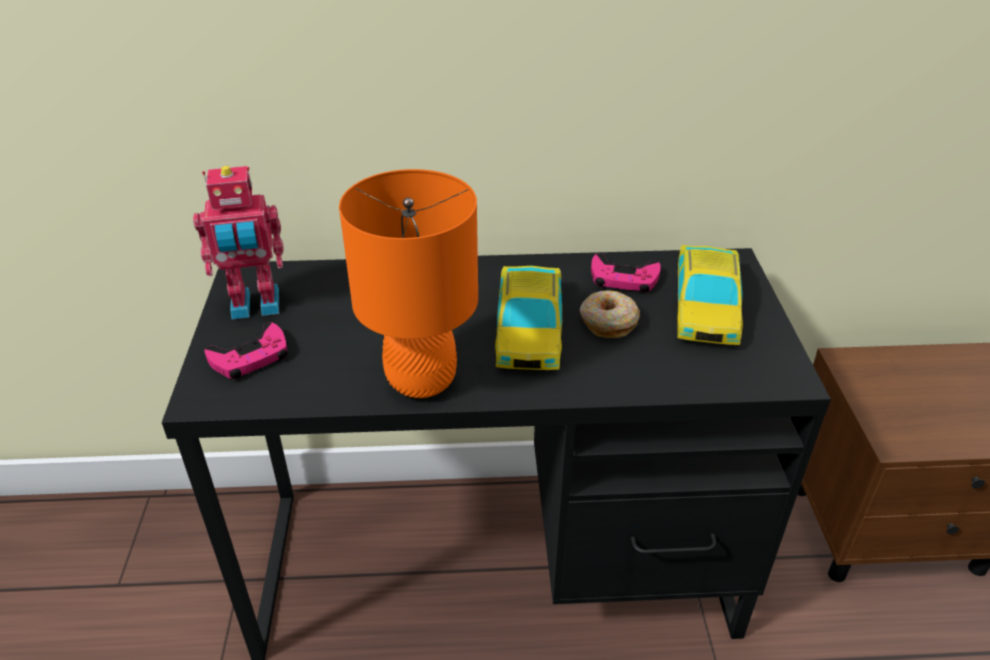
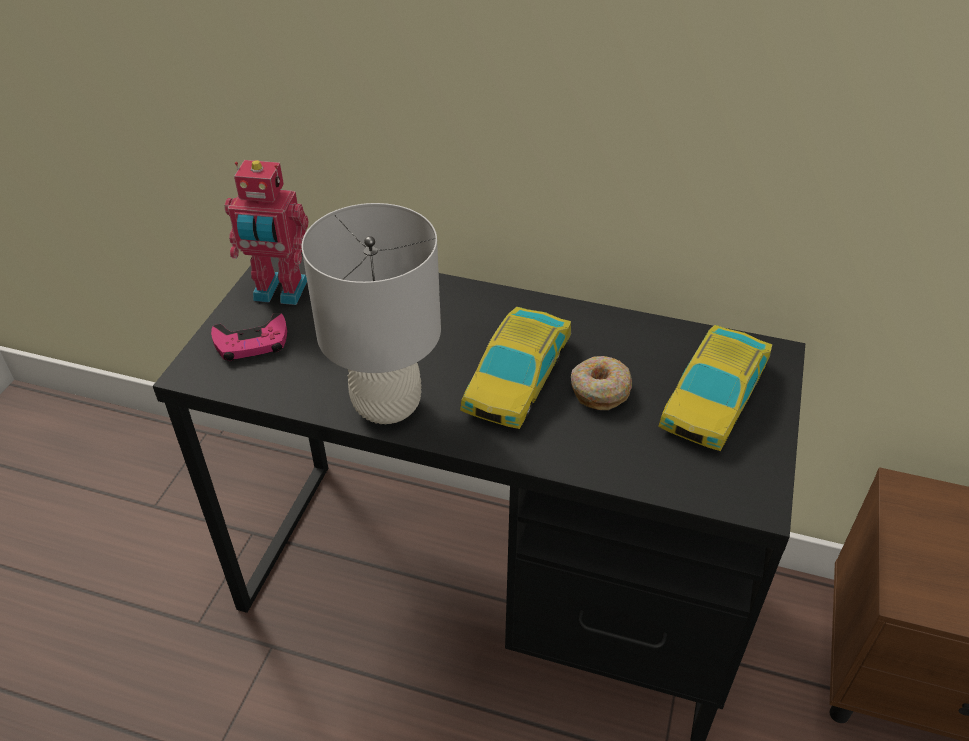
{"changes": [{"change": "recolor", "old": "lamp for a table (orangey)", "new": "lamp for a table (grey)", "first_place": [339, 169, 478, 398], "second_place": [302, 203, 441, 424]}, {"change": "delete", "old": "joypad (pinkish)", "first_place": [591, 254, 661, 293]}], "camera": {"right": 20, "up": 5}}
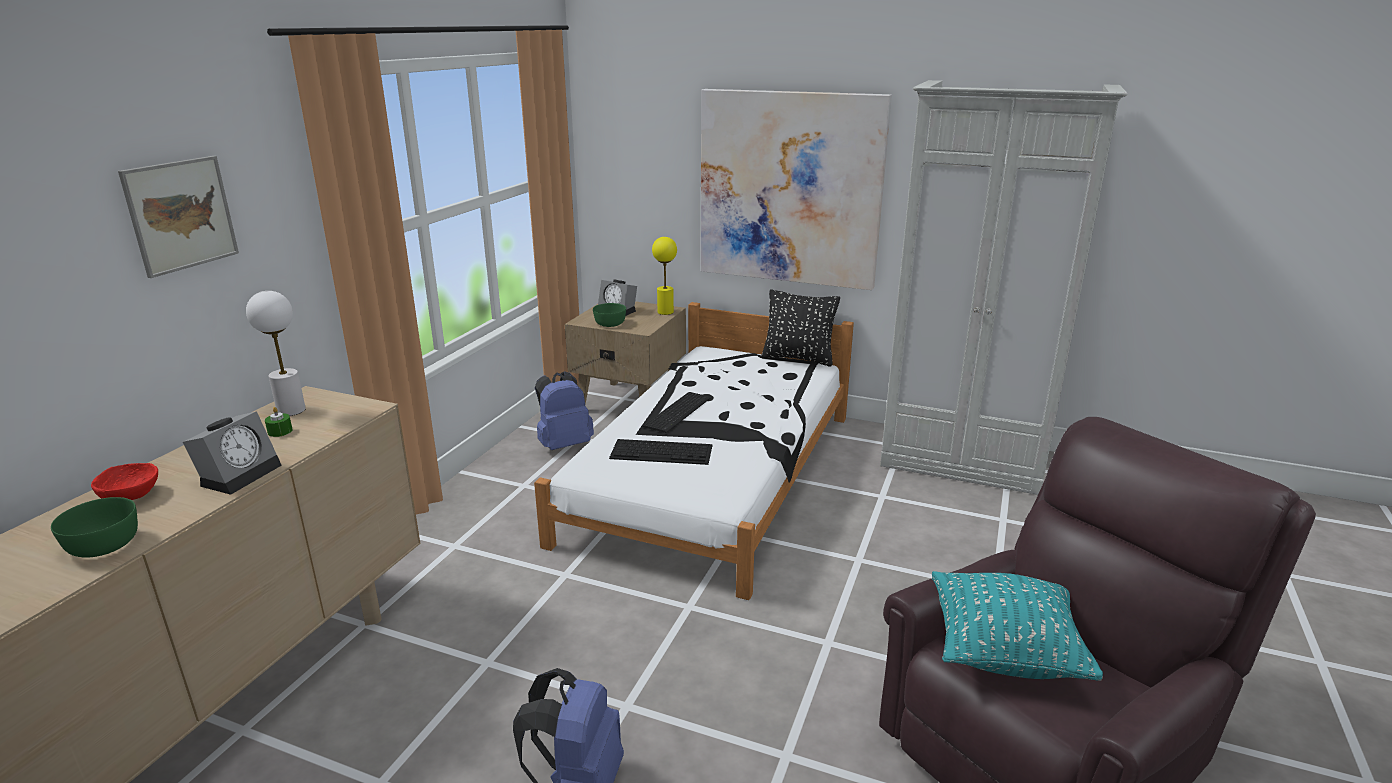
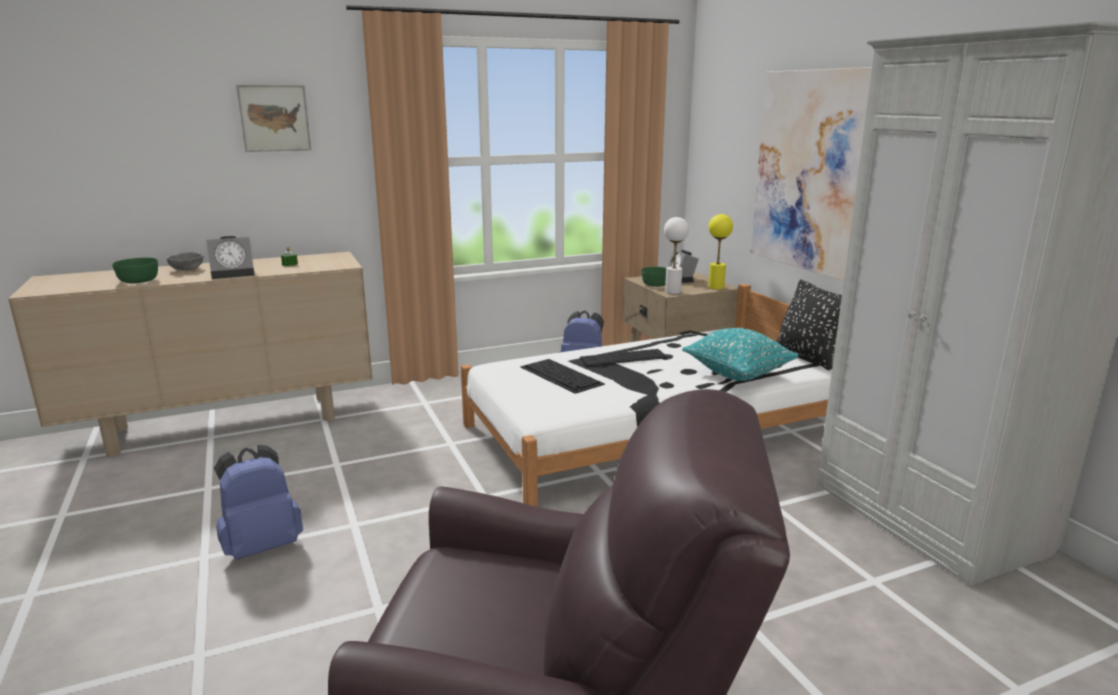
{"changes": [{"change": "recolor", "old": "bowl (red-coloured)", "new": "bowl (grey)", "first_place": [91, 463, 158, 500], "second_place": [167, 252, 204, 271]}, {"change": "move", "old": "lamp for a table (white-coloured)", "first_place": [246, 291, 306, 416], "second_place": [664, 217, 689, 294]}, {"change": "move", "old": "throw pillow (blue-green)", "first_place": [932, 571, 1103, 681], "second_place": [682, 328, 799, 381]}], "camera": {"right": 45, "up": -5}}
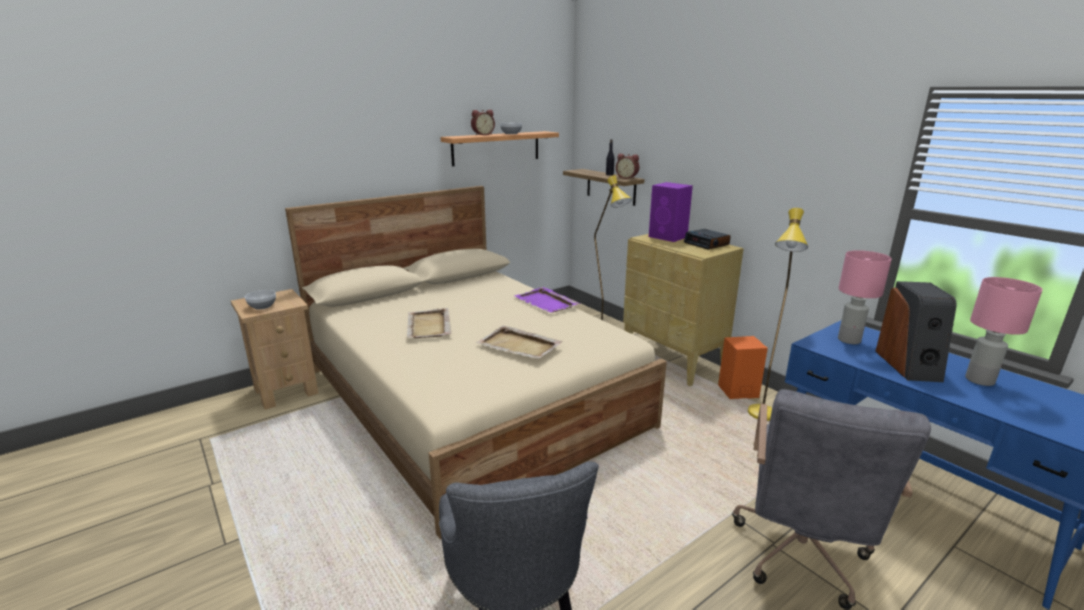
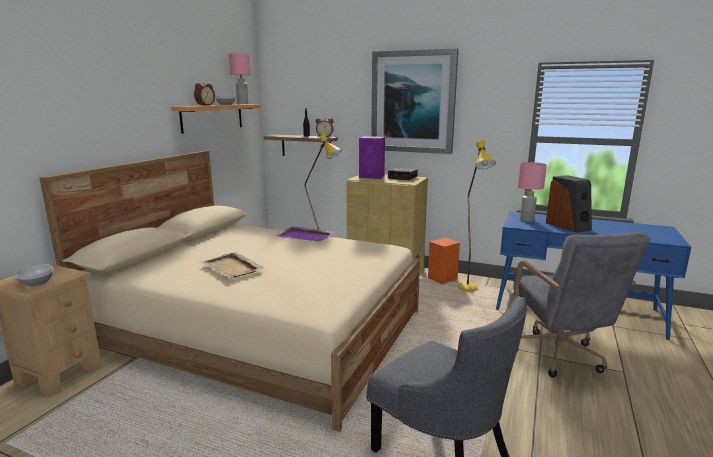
{"changes": [{"change": "delete", "old": "serving tray (beige-coloured)", "first_place": [476, 326, 563, 359]}, {"change": "move", "old": "lamp for a table (pinkish)", "first_place": [965, 277, 1043, 386], "second_place": [229, 53, 251, 104]}, {"change": "insert", "new": "wall picture", "second_place": [371, 48, 459, 154]}], "camera": {"right": -30, "up": -5}}
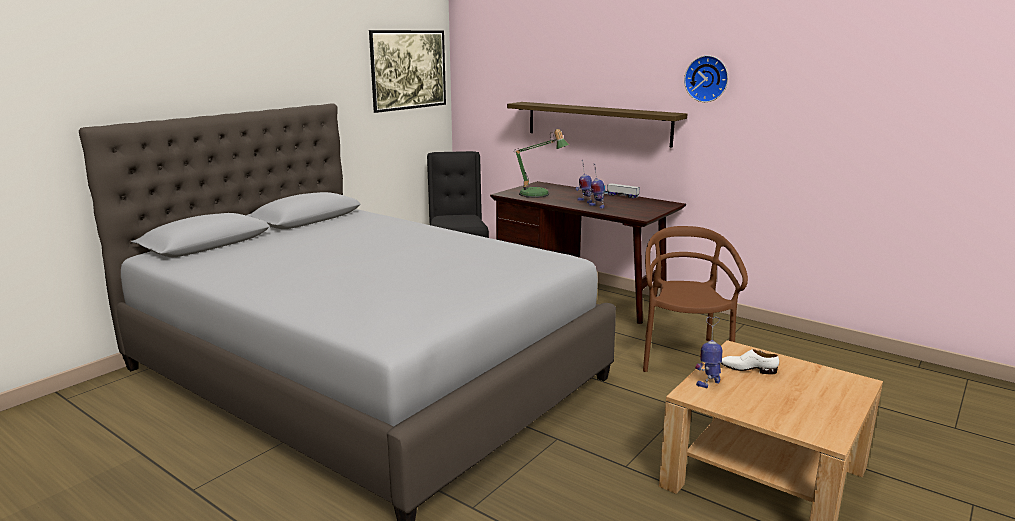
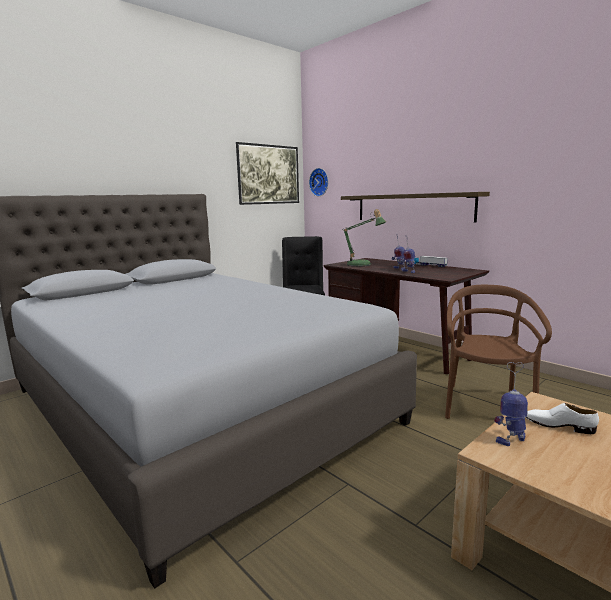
{"changes": [{"change": "move", "old": "hanging clock", "first_place": [684, 55, 728, 102], "second_place": [309, 168, 328, 196]}], "camera": {"right": 10, "up": -5}}
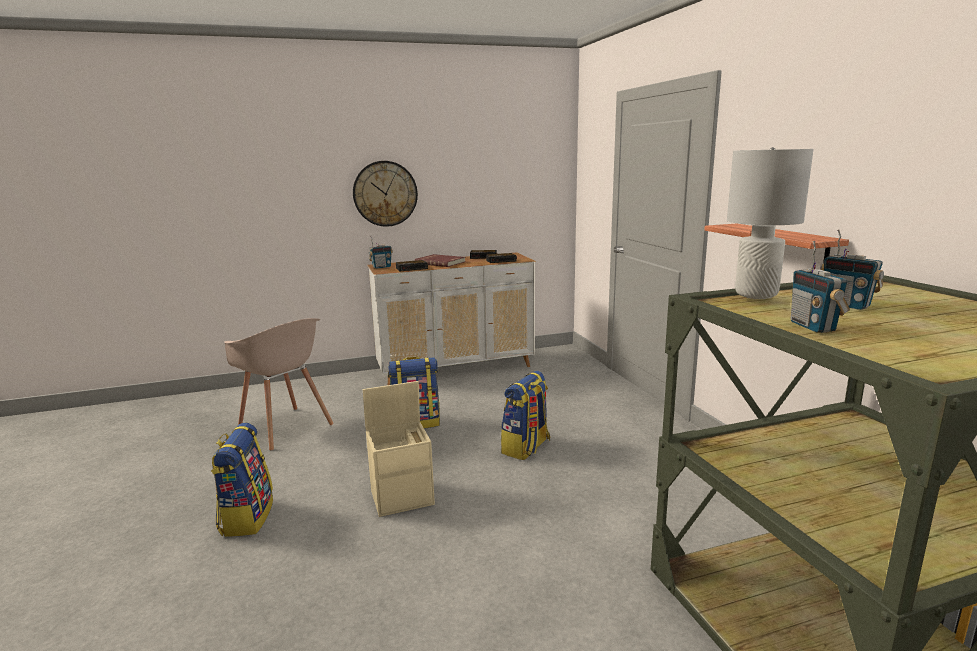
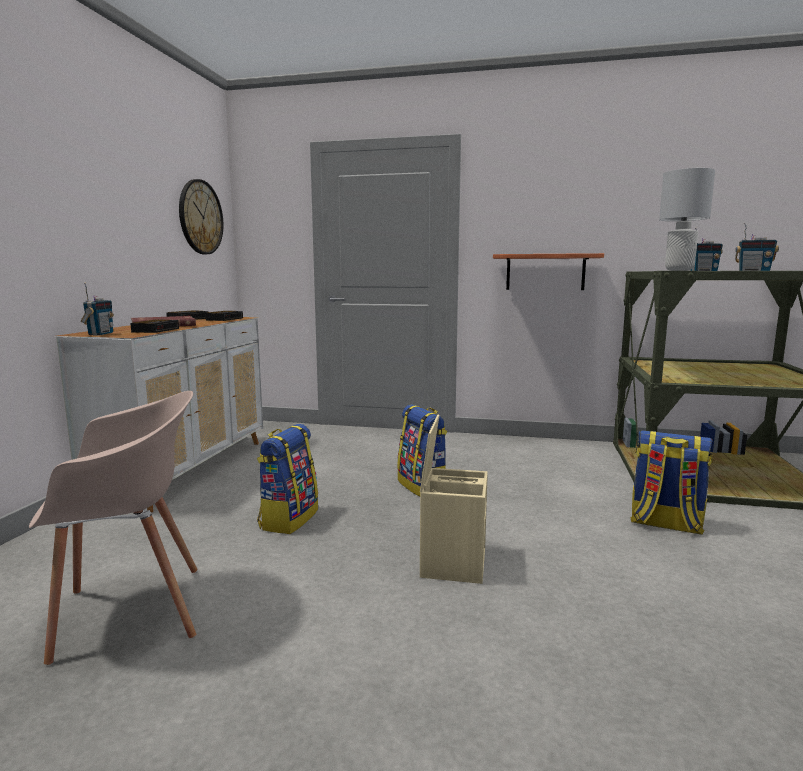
{"changes": [{"change": "move", "old": "knapsack", "first_place": [211, 423, 273, 537], "second_place": [630, 430, 713, 535]}, {"change": "move", "old": "hanging clock", "first_place": [353, 161, 418, 227], "second_place": [179, 179, 223, 254]}], "camera": {"right": -60, "up": -5}}
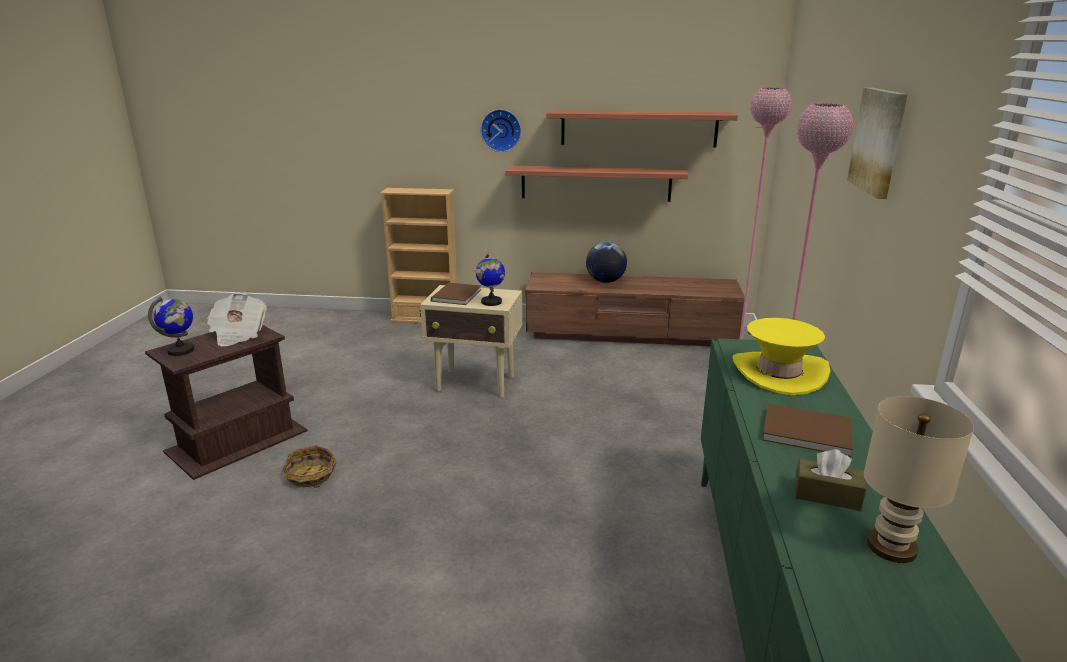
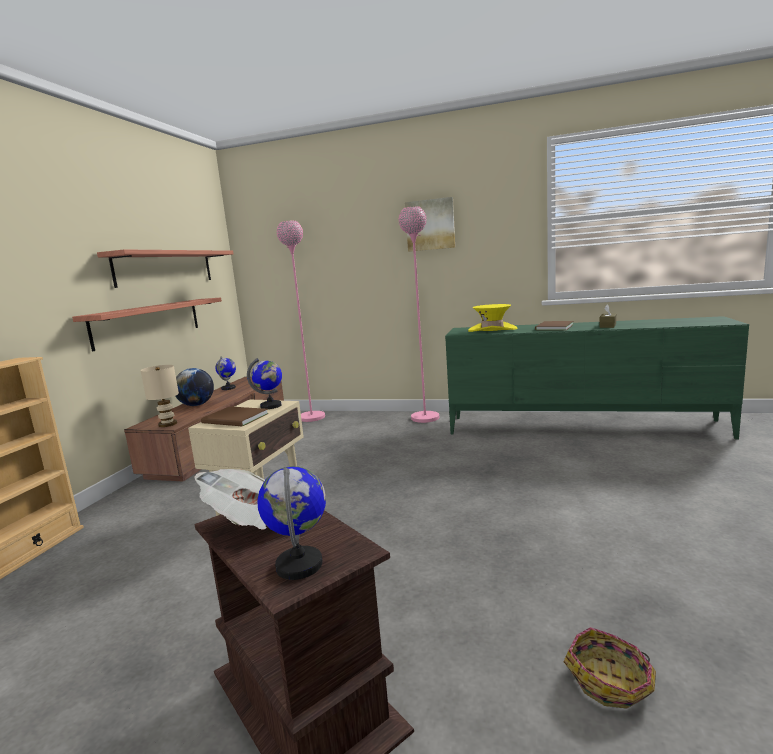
{"changes": [{"change": "move", "old": "household basket", "first_place": [283, 445, 337, 488], "second_place": [563, 627, 656, 709]}, {"change": "delete", "old": "hanging clock", "first_place": [480, 109, 521, 152]}, {"change": "move", "old": "lamp for a table (beige-coloured)", "first_place": [864, 396, 974, 563], "second_place": [140, 365, 179, 427]}, {"change": "insert", "new": "world globe", "second_place": [215, 357, 236, 390]}], "camera": {"right": -80, "up": -10}}
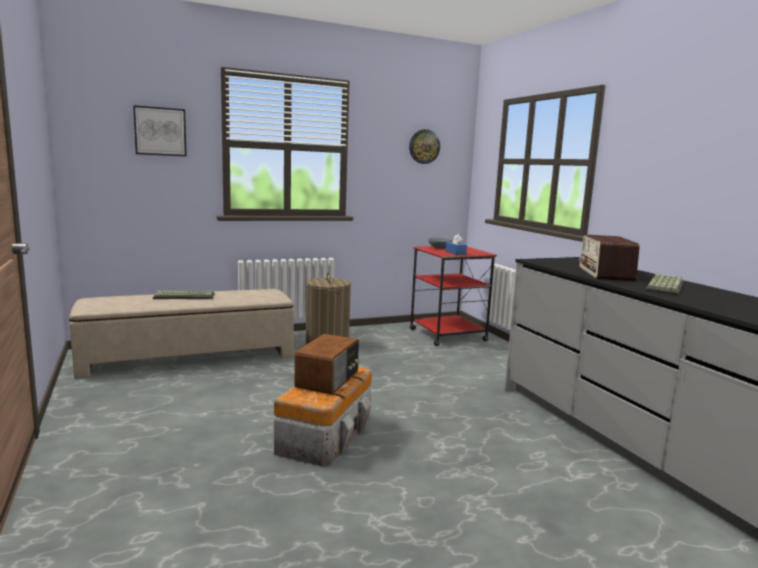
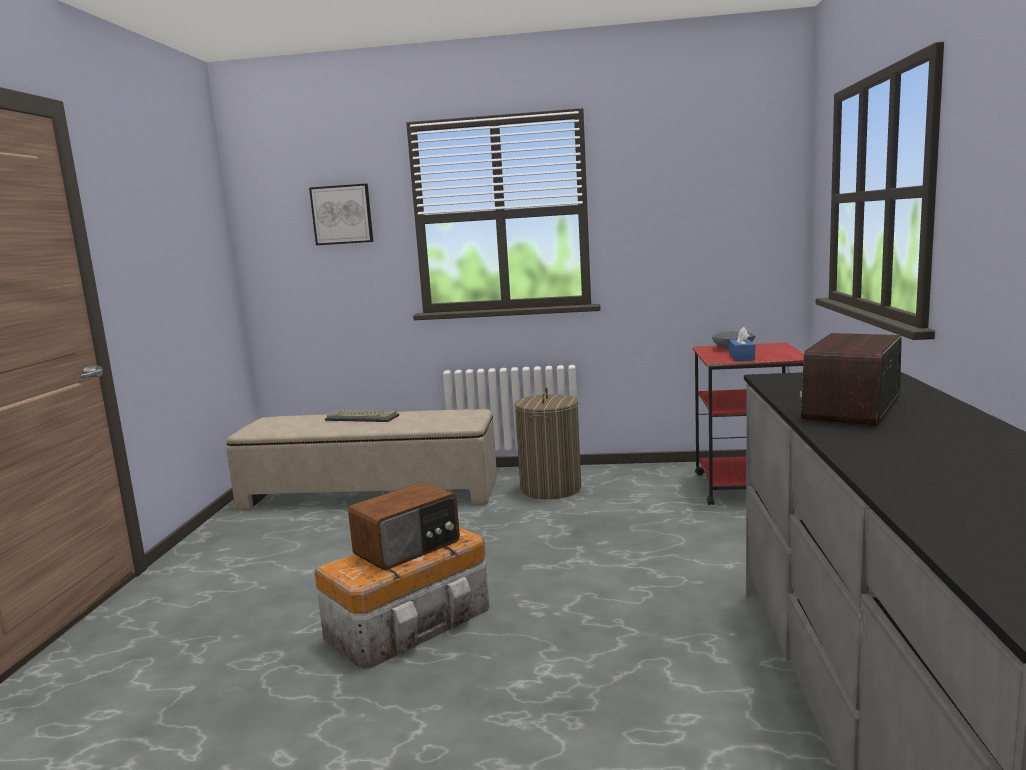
{"changes": [{"change": "delete", "old": "hanging clock", "first_place": [409, 129, 440, 164]}, {"change": "delete", "old": "computer keyboard", "first_place": [645, 274, 684, 295]}], "camera": {"right": 30, "up": 0}}
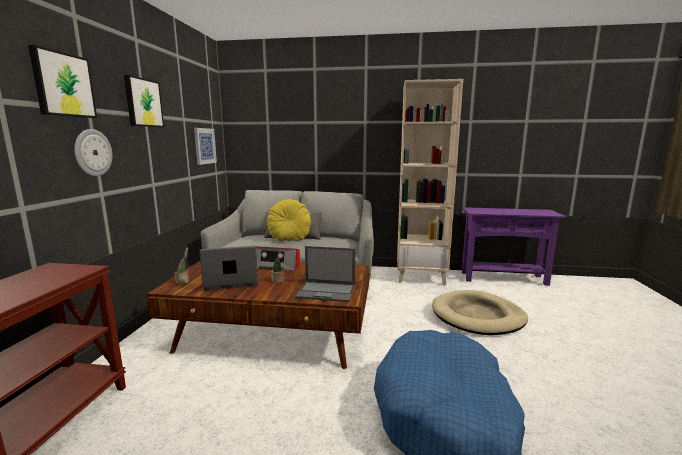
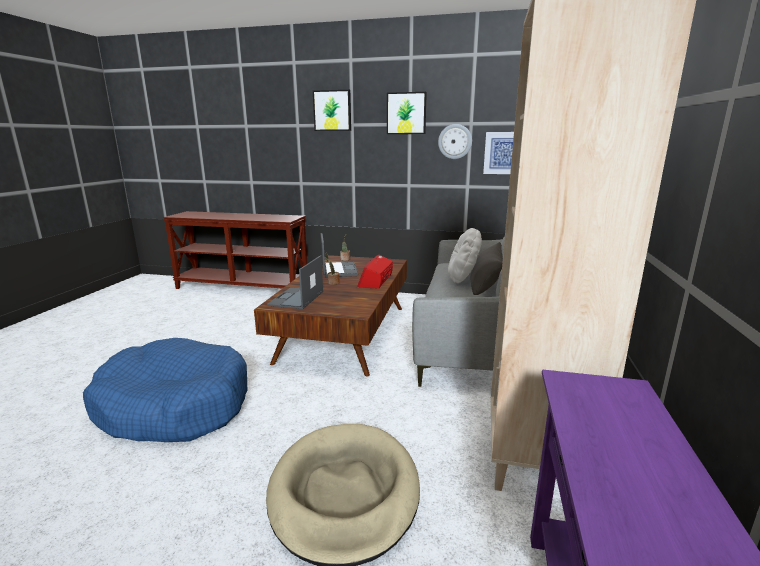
{"changes": [{"change": "move", "old": "hanging clock", "first_place": [74, 129, 112, 176], "second_place": [438, 124, 472, 159]}, {"change": "recolor", "old": "throw pillow (yellow)", "new": "throw pillow (white-coloured)", "first_place": [267, 199, 311, 241], "second_place": [448, 228, 482, 283]}], "camera": {"right": 95, "up": 5}}
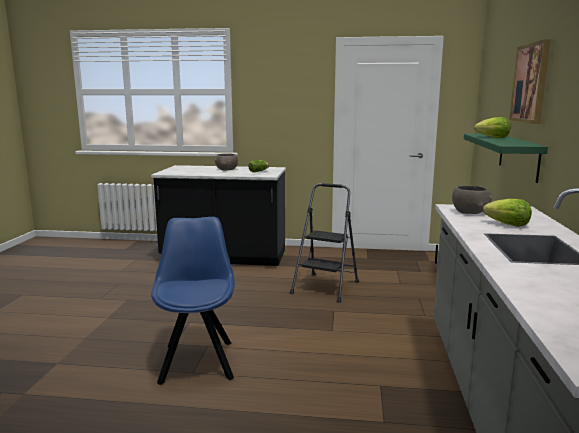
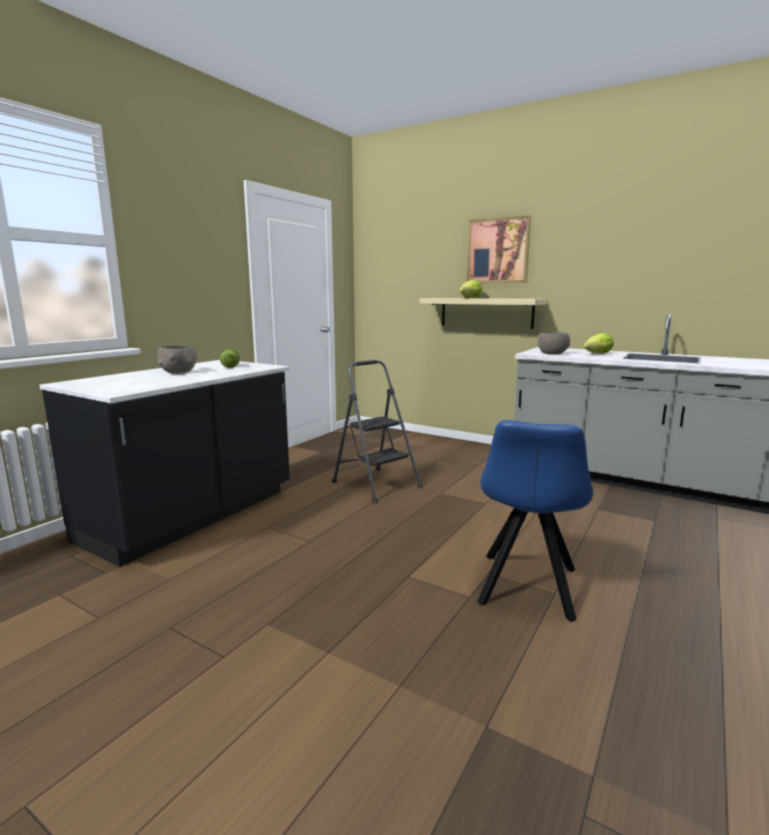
{"changes": [{"change": "rotate", "old": "chair (bluish)", "first_place": [151, 217, 235, 385], "second_place": [477, 420, 593, 622], "degrees": -90}, {"change": "recolor", "old": "wall shelf (greenish)", "new": "wall shelf (beige-coloured)", "first_place": [464, 134, 548, 183], "second_place": [419, 298, 547, 329]}], "camera": {"right": -65, "up": 0}}
